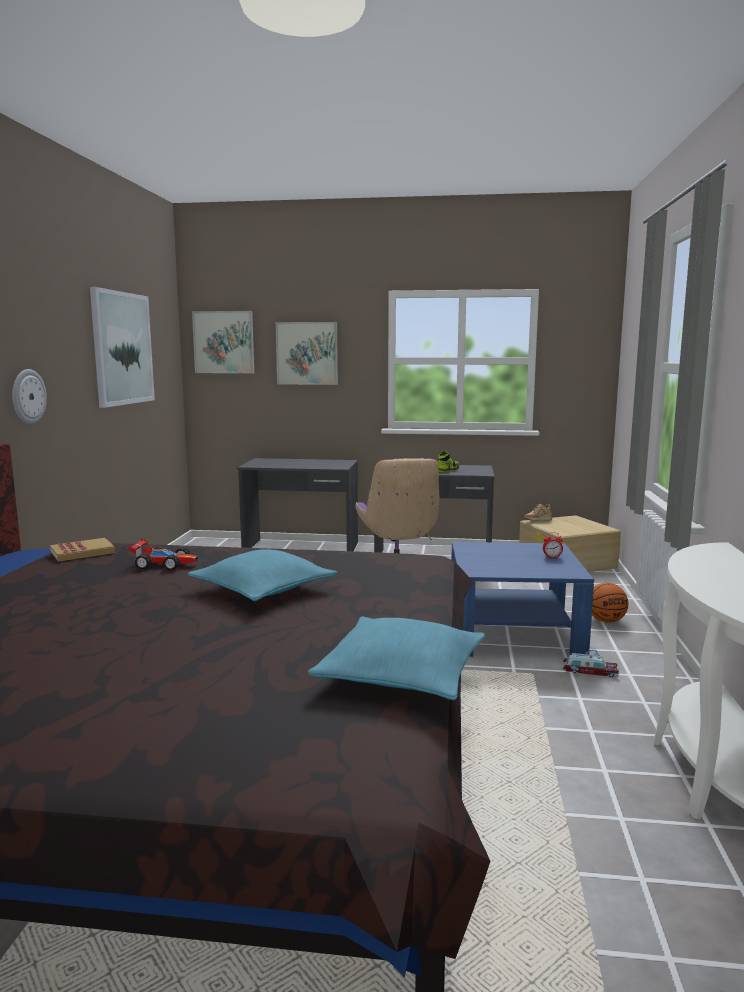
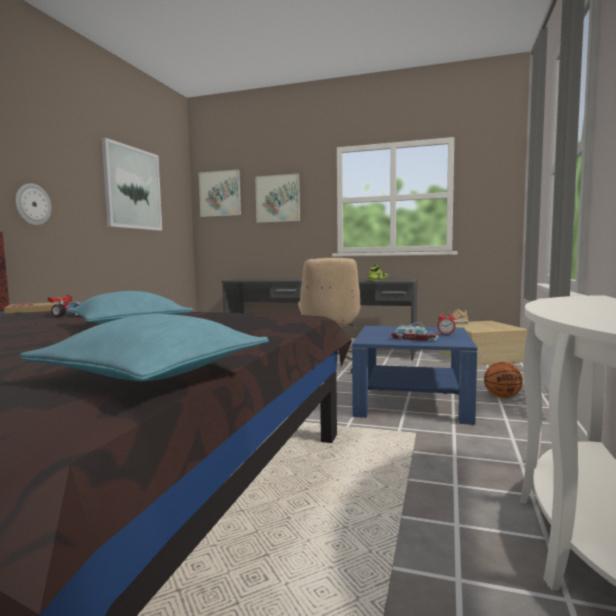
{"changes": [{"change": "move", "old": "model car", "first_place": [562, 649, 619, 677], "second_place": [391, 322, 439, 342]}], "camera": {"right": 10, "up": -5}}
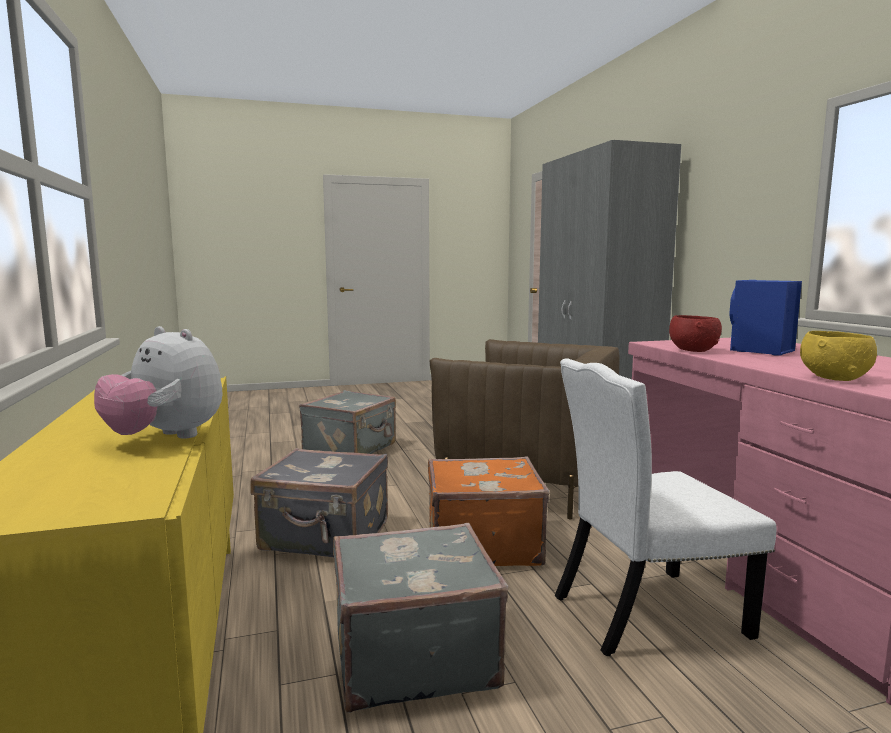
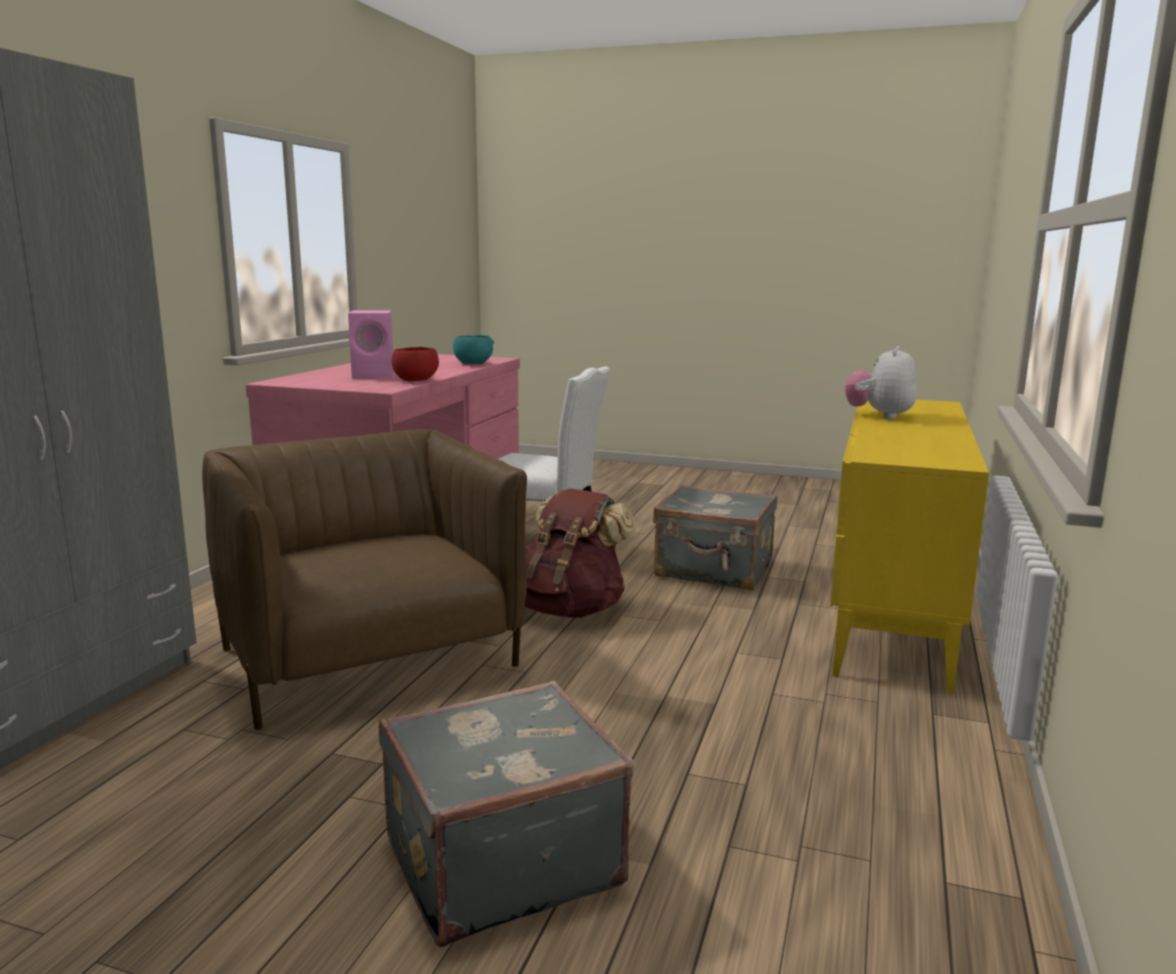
{"changes": [{"change": "rotate", "old": "plush toy", "first_place": [94, 326, 222, 439], "second_place": [845, 346, 917, 419], "degrees": -135}, {"change": "delete", "old": "piece of luggage (grey)", "first_place": [250, 448, 388, 557]}, {"change": "replace", "old": "piece of luggage (orangey)", "new": "knapsack (brown)", "first_place": [428, 456, 549, 566], "second_place": [525, 488, 636, 618]}, {"change": "recolor", "old": "audio speaker (bluish)", "new": "audio speaker (pinkish)", "first_place": [729, 280, 802, 356], "second_place": [348, 311, 394, 378]}, {"change": "recolor", "old": "bowl (yellow)", "new": "bowl (blue-green)", "first_place": [800, 331, 877, 381], "second_place": [453, 335, 494, 364]}], "camera": {"right": -145, "up": 5}}
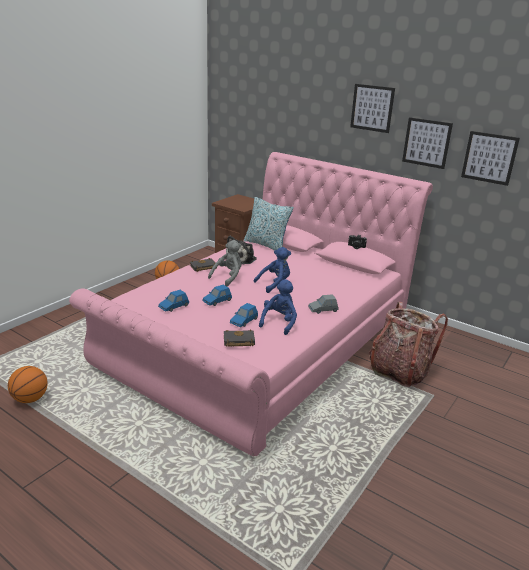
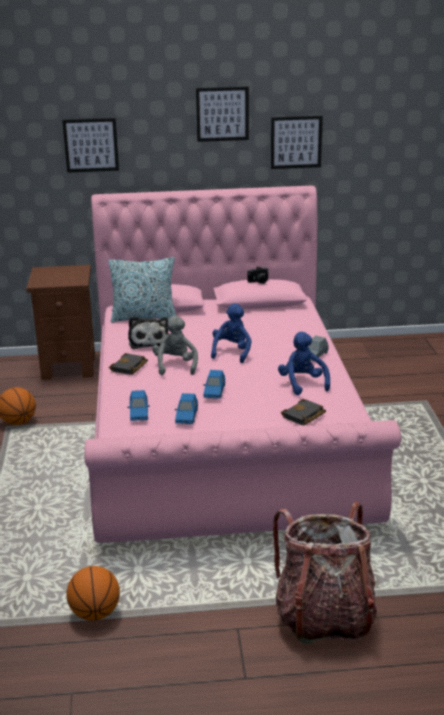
{"changes": [{"change": "move", "old": "model car (bluish)", "first_place": [230, 303, 258, 327], "second_place": [128, 390, 150, 421]}, {"change": "move", "old": "knapsack", "first_place": [369, 302, 448, 387], "second_place": [273, 501, 378, 644]}, {"change": "move", "old": "wall picture", "first_place": [461, 131, 520, 186], "second_place": [62, 118, 119, 173]}], "camera": {"right": -40, "up": 0}}
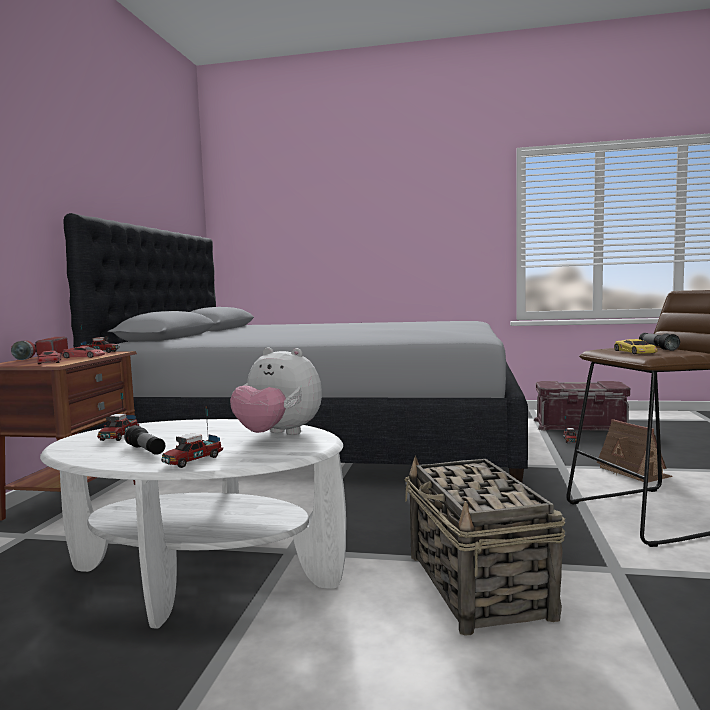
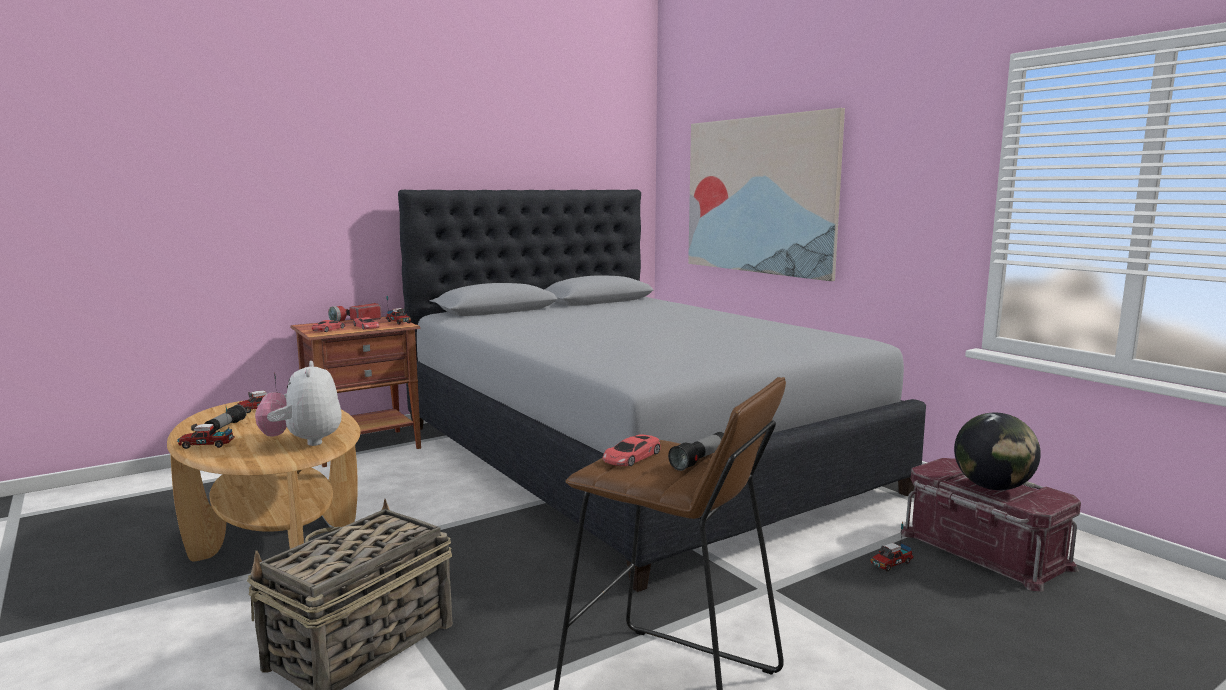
{"changes": [{"change": "recolor", "old": "low table (white-coloured)", "new": "low table (brown)", "first_place": [40, 419, 346, 629], "second_place": [167, 400, 361, 561]}, {"change": "delete", "old": "toy house", "first_place": [597, 419, 672, 482]}, {"change": "recolor", "old": "model car (yellow)", "new": "model car (red-coloured)", "first_place": [614, 339, 657, 354], "second_place": [602, 435, 661, 466]}, {"change": "insert", "new": "wall picture", "second_place": [688, 108, 845, 281]}, {"change": "insert", "new": "world globe", "second_place": [954, 413, 1041, 490]}], "camera": {"right": 45, "up": 5}}
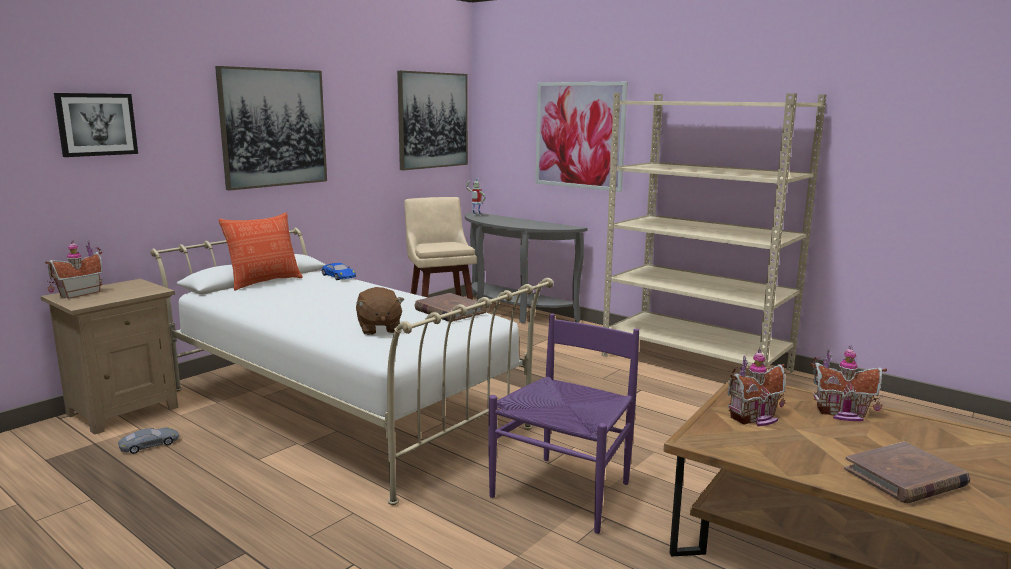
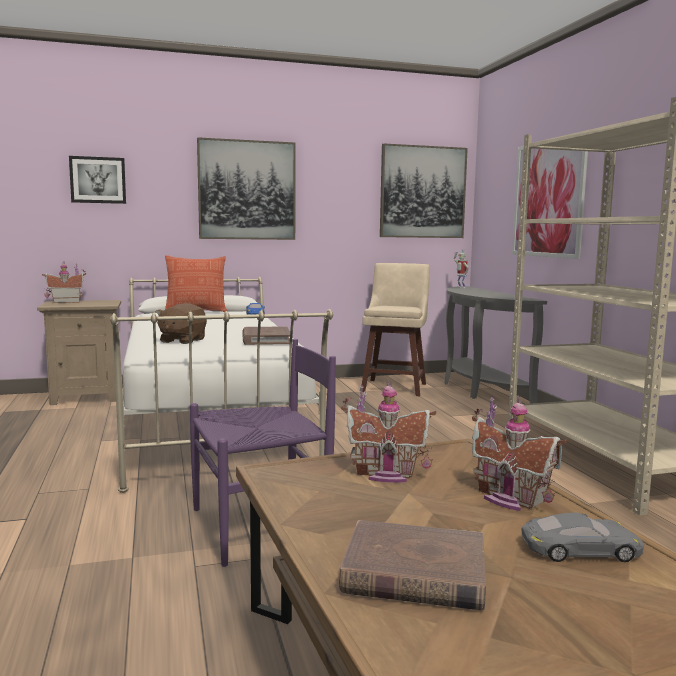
{"changes": [{"change": "move", "old": "model car (grey)", "first_place": [118, 427, 179, 454], "second_place": [521, 513, 644, 562]}], "camera": {"right": 35, "up": -5}}
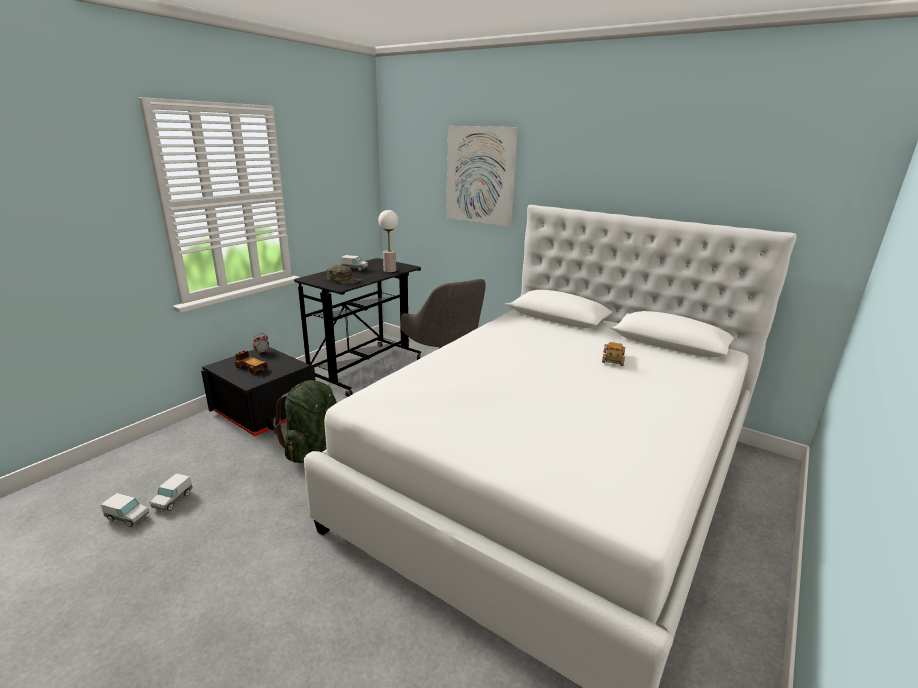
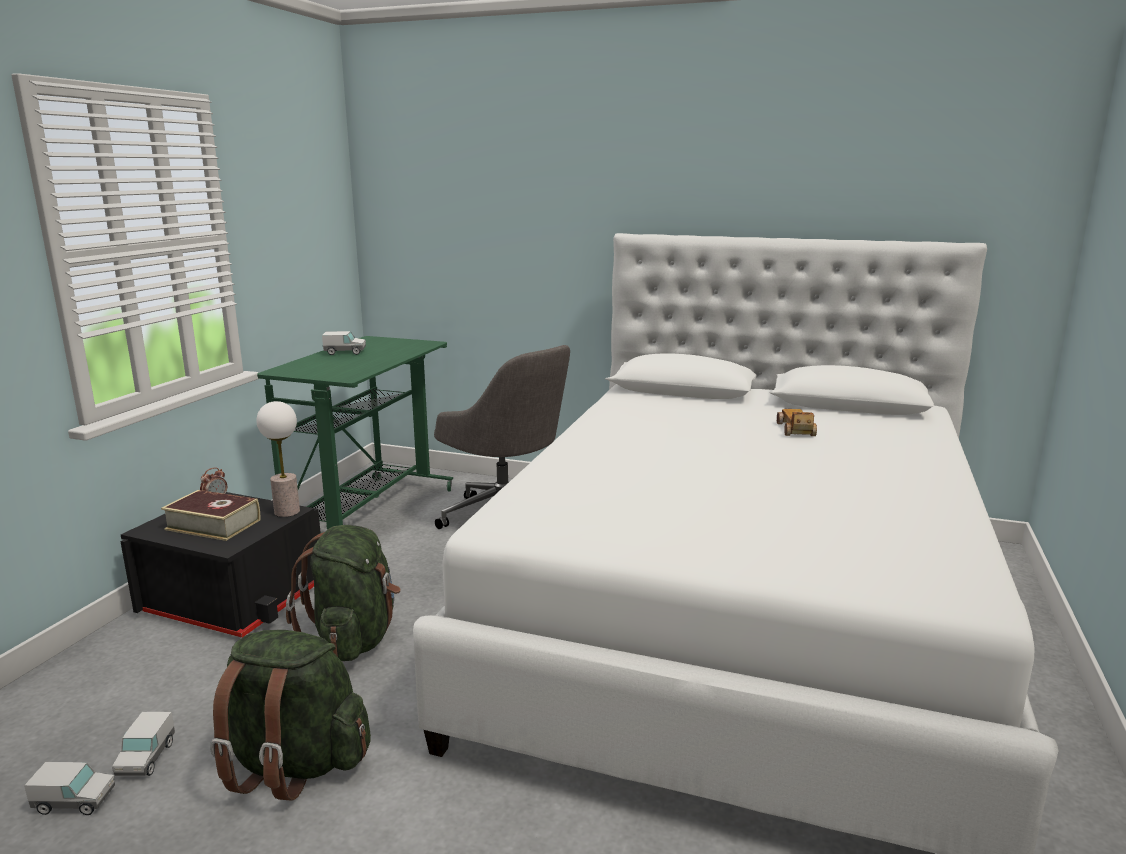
{"changes": [{"change": "replace", "old": "model car", "new": "book", "first_place": [235, 350, 268, 374], "second_place": [161, 490, 260, 541]}, {"change": "recolor", "old": "desk (blackish)", "new": "desk (greenish)", "first_place": [294, 258, 421, 397], "second_place": [257, 336, 453, 530]}, {"change": "delete", "old": "baseball cap (greenish)", "first_place": [327, 265, 361, 284]}, {"change": "move", "old": "lamp for a table", "first_place": [378, 210, 398, 272], "second_place": [257, 401, 300, 517]}, {"change": "delete", "old": "wall picture", "first_place": [446, 126, 518, 227]}, {"change": "insert", "new": "knapsack (greenish)", "second_place": [210, 630, 371, 801]}], "camera": {"right": -15, "up": -5}}
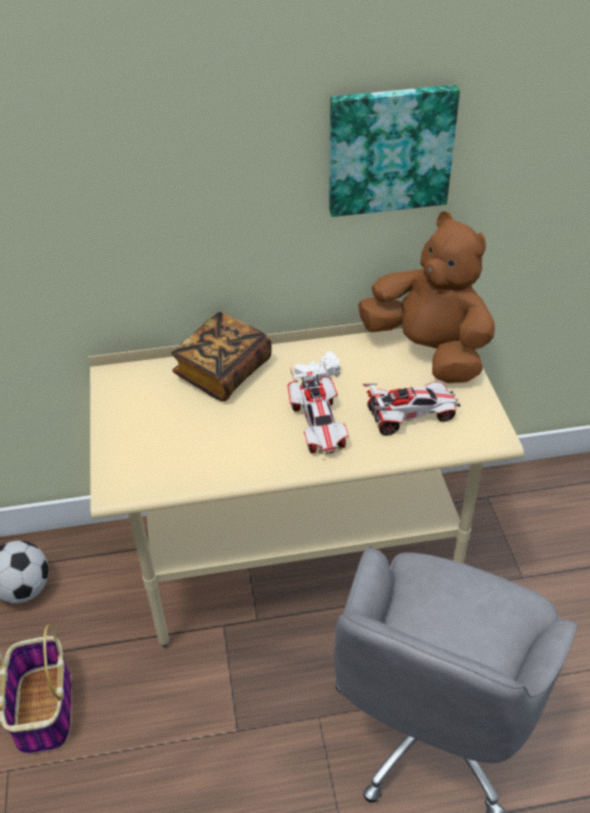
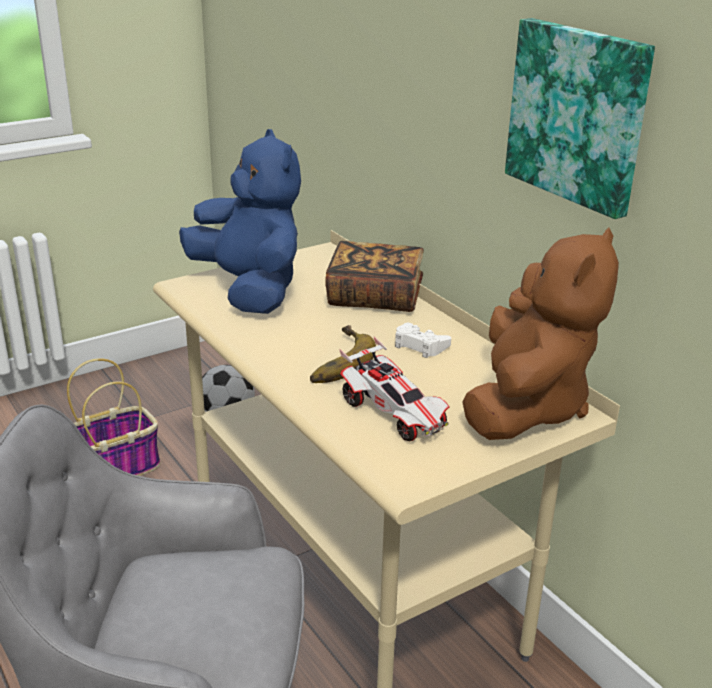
{"changes": [{"change": "replace", "old": "model car", "new": "whole banana", "first_place": [288, 362, 349, 454], "second_place": [310, 325, 376, 383]}, {"change": "insert", "new": "plush toy (bluish)", "second_place": [179, 129, 301, 314]}], "camera": {"right": 65, "up": -15}}
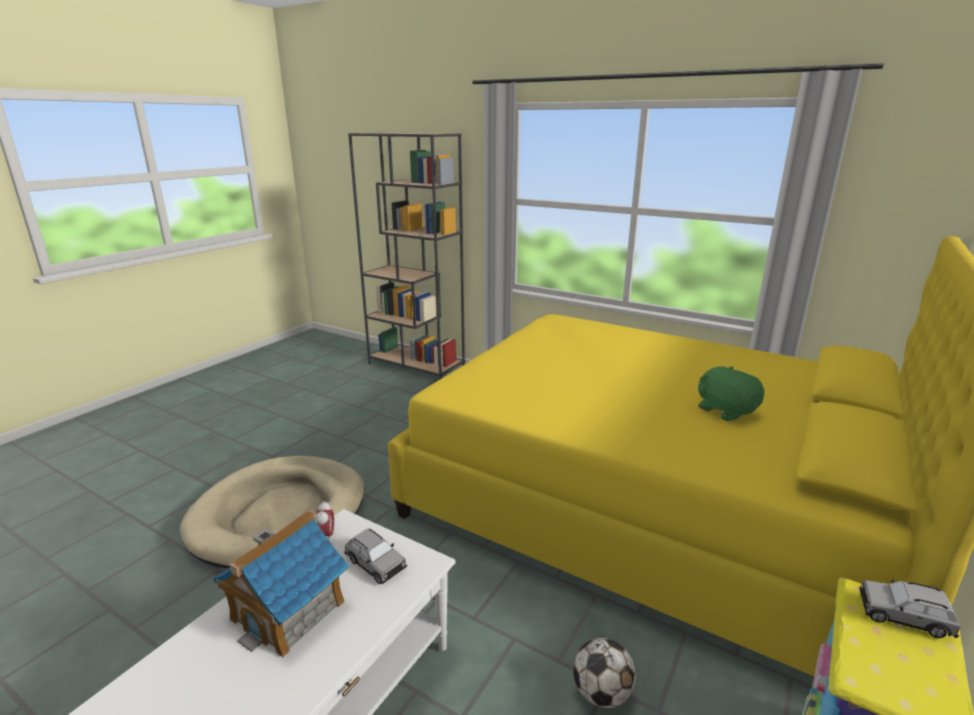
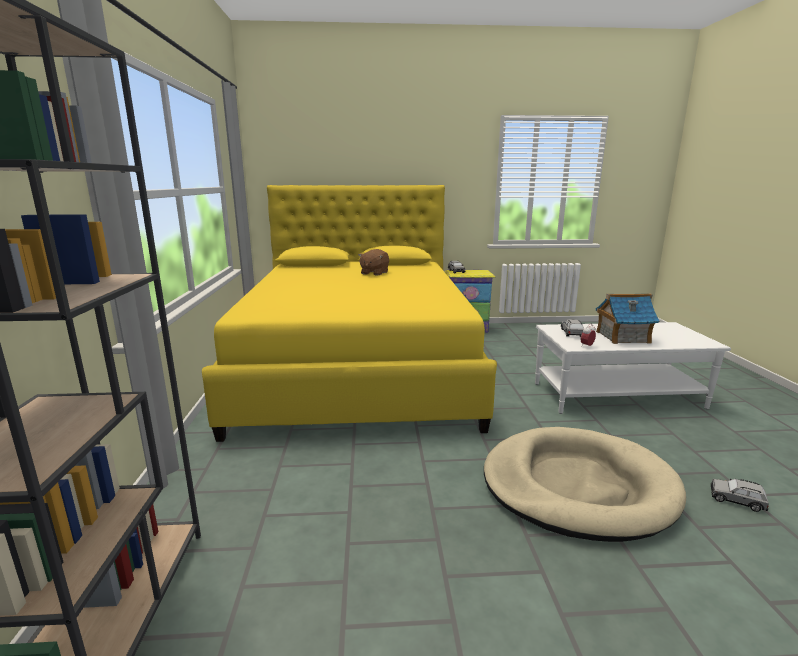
{"changes": [{"change": "delete", "old": "football ball", "first_place": [573, 638, 636, 708]}, {"change": "recolor", "old": "plush toy (greenish)", "new": "plush toy (brown)", "first_place": [698, 366, 764, 421], "second_place": [358, 249, 389, 276]}, {"change": "insert", "new": "model car (grey)", "second_place": [711, 479, 769, 512]}], "camera": {"right": -125, "up": -5}}
